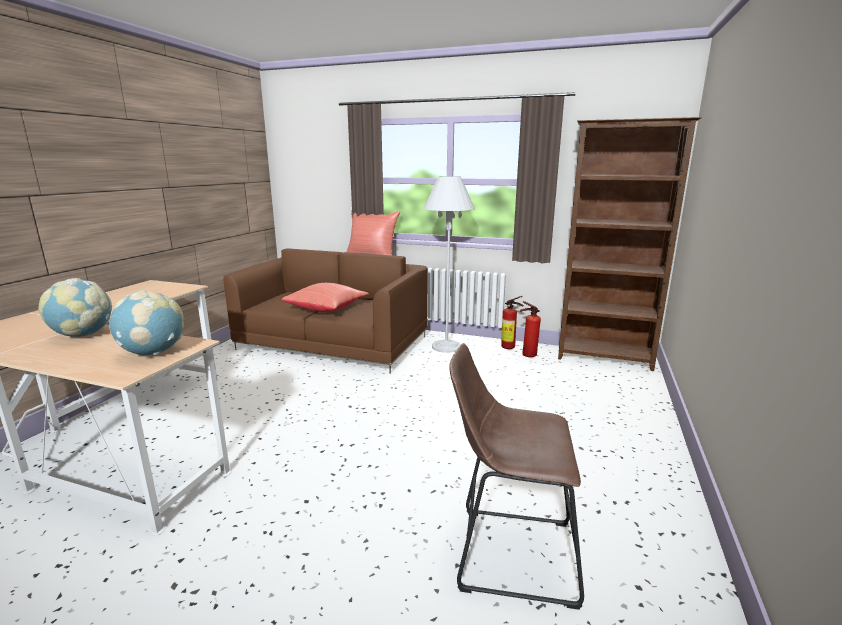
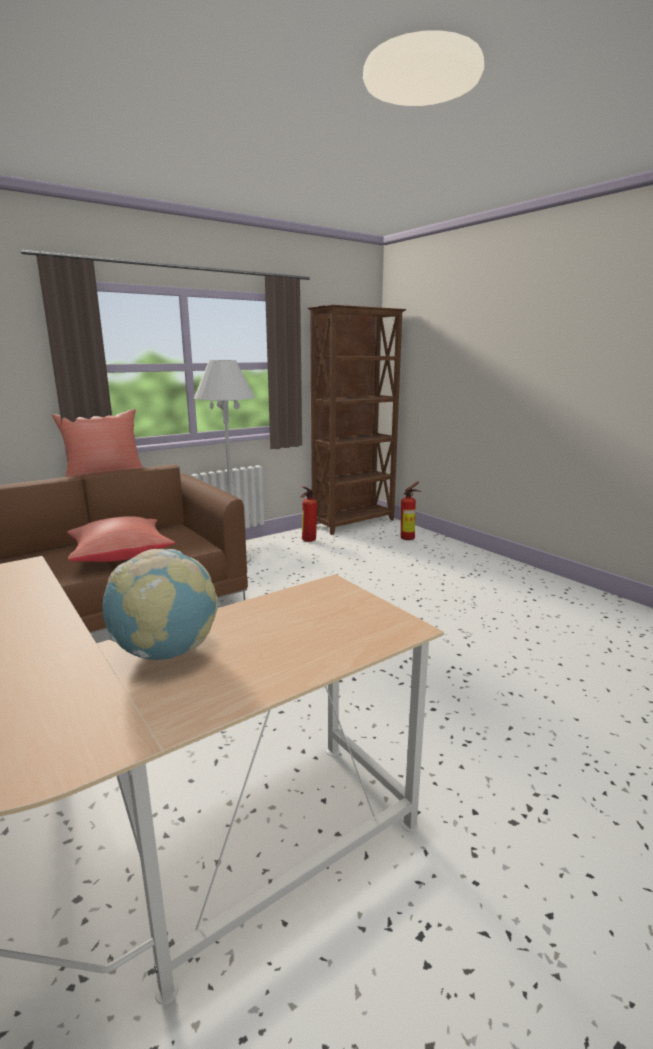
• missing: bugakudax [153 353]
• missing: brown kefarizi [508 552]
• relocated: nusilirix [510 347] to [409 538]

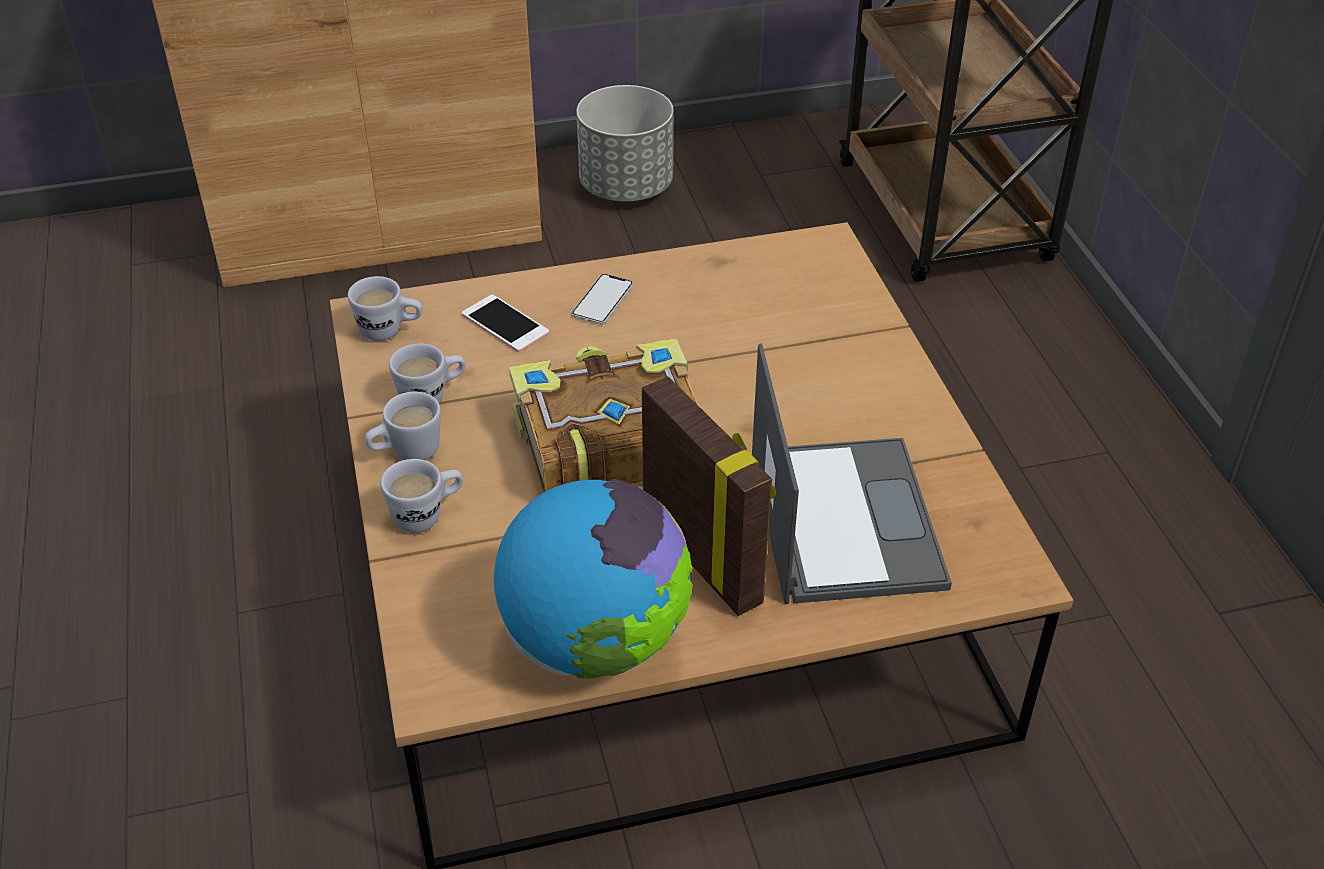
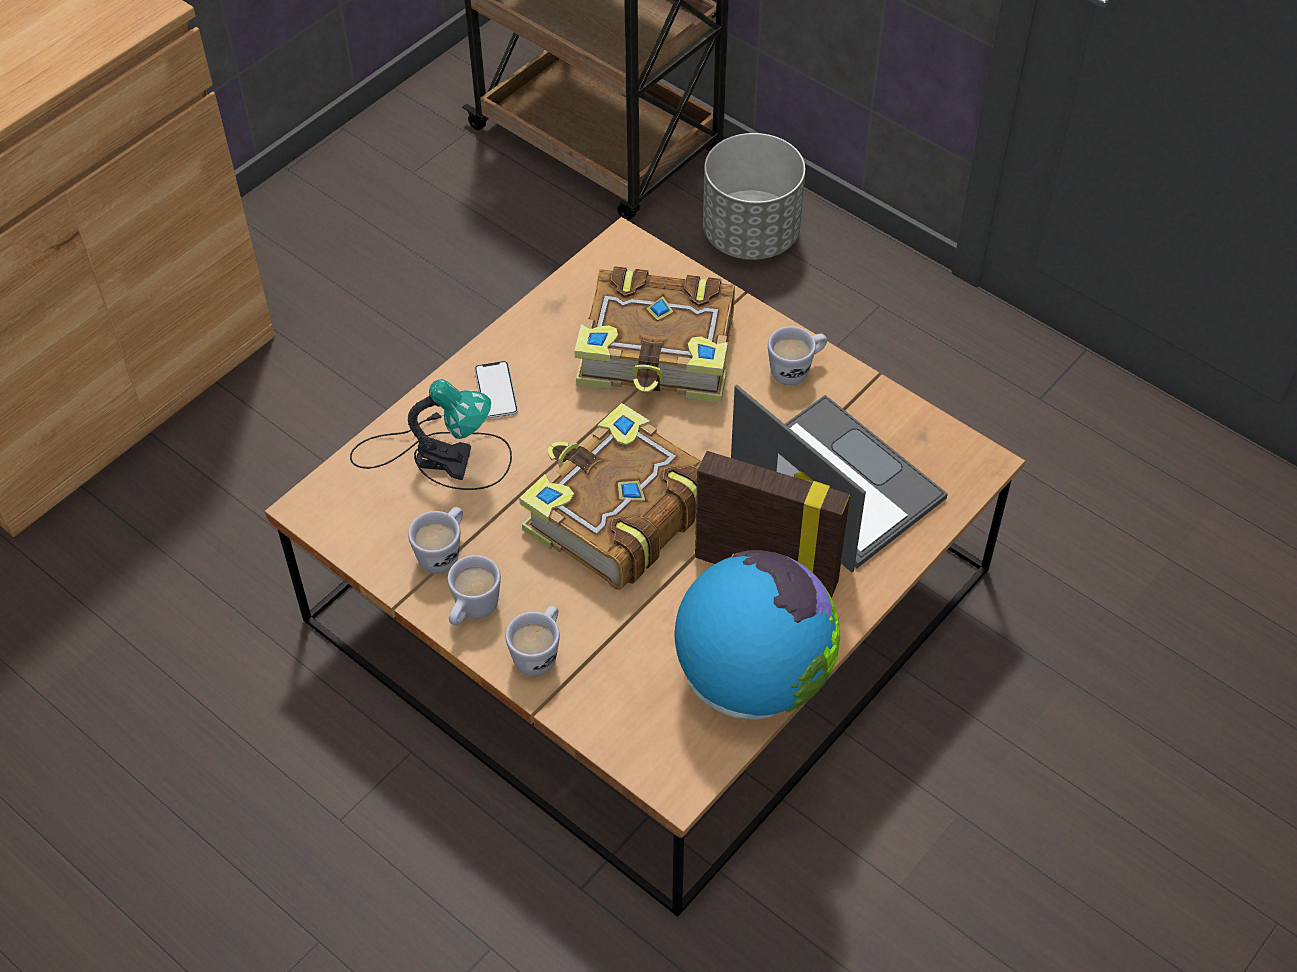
• appeared: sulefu [659 354]
• relocated: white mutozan [390 331] to [796 370]
• relocated: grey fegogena [627 187] to [751 235]
• exchanged: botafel [505 324] to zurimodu [438 455]

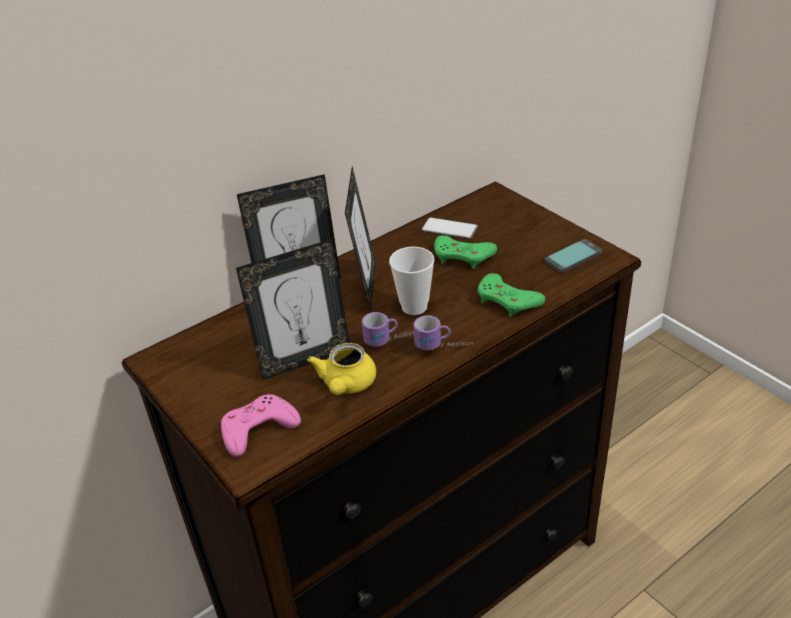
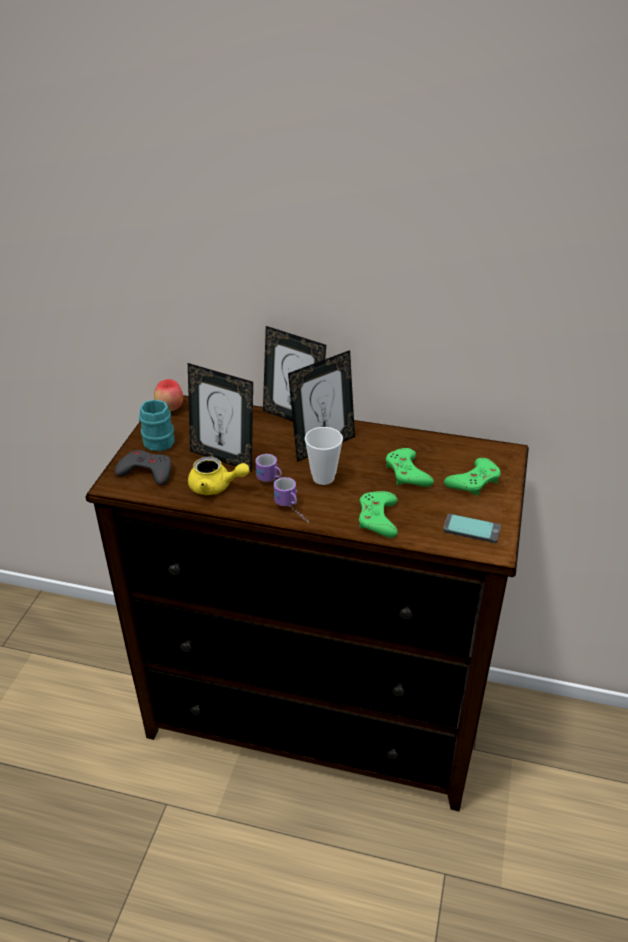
• missing: botafel [449 228]
• appeared: turquoise mutozan [157 439]
• appeared: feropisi [170 409]
• appeared: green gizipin [474 481]
• colour: pink gizipin [258 429] to grey gizipin [146 472]
• spun: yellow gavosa [346 385] = [216 487] 135 degrees counterclockwise

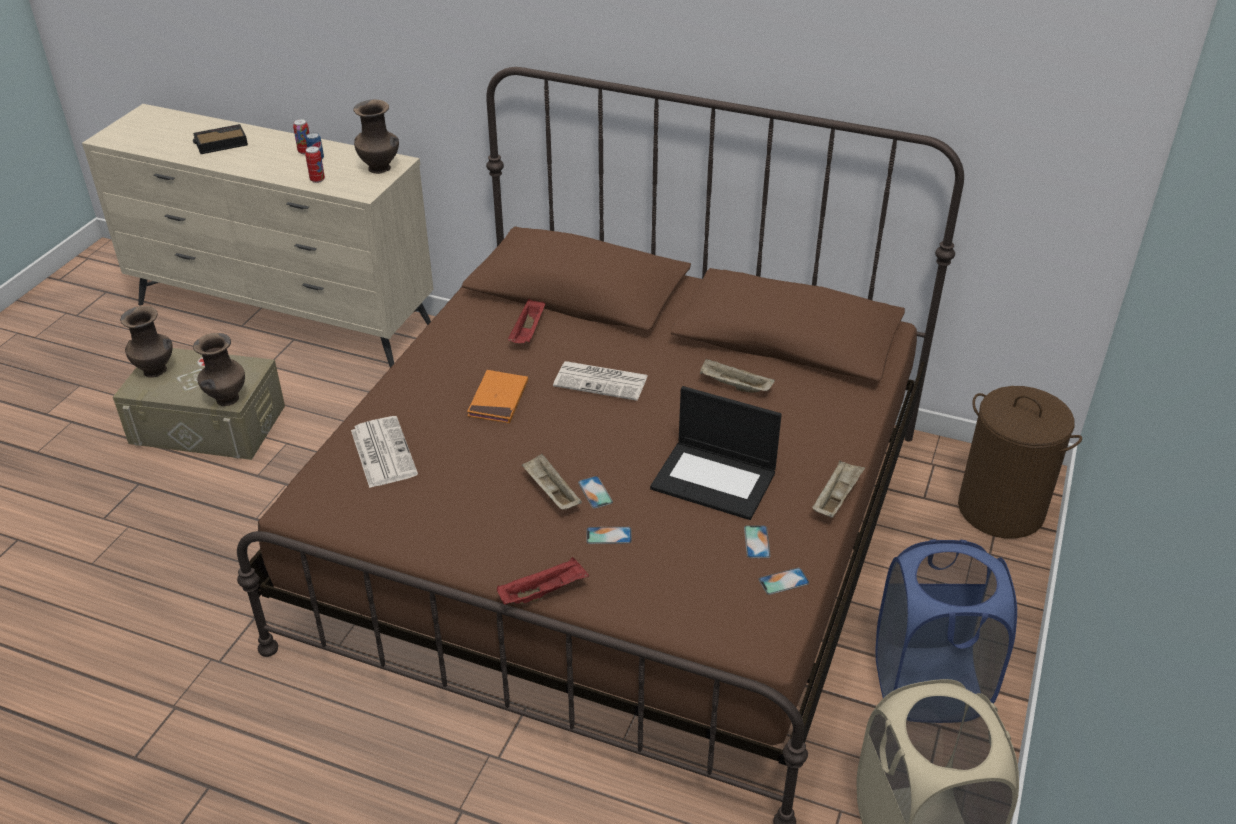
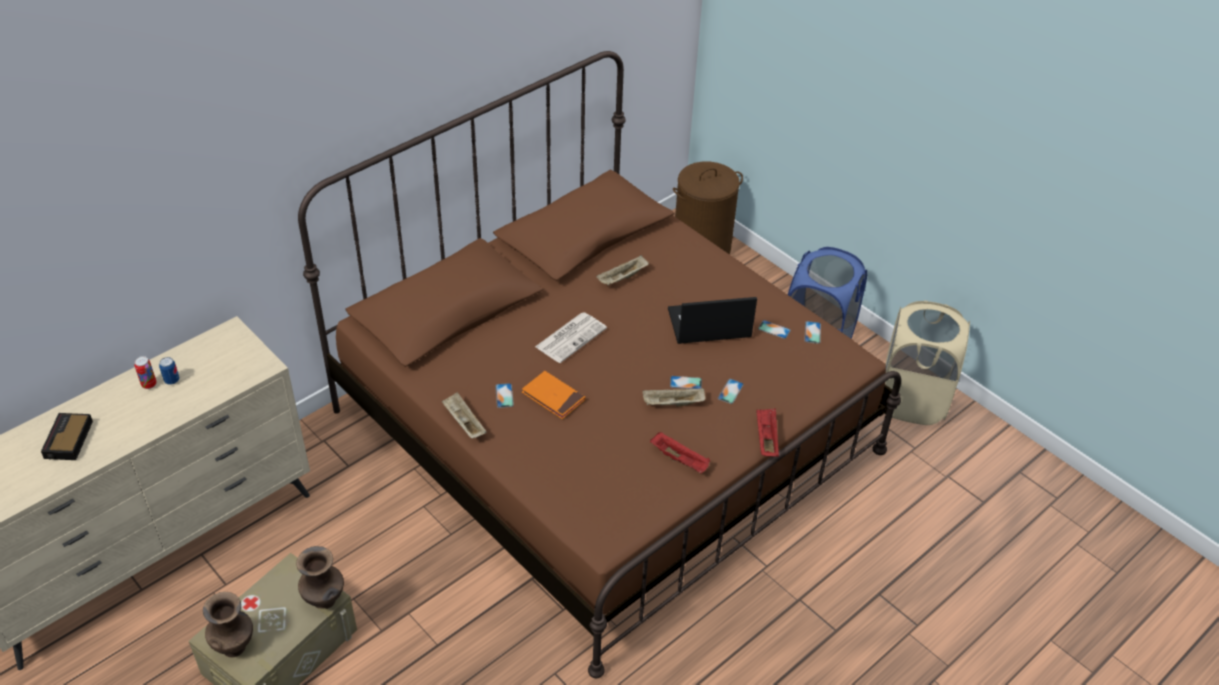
• missing: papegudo [317 180]
• missing: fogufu [382 452]
• missing: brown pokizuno [380 168]
• appeared: botafel [504 395]
• relocated: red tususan [528 332] to [680 460]
• relocated: beige tususan [836 498] to [463 423]
• spun: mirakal [715 480] = [708 324] 150 degrees counterclockwise

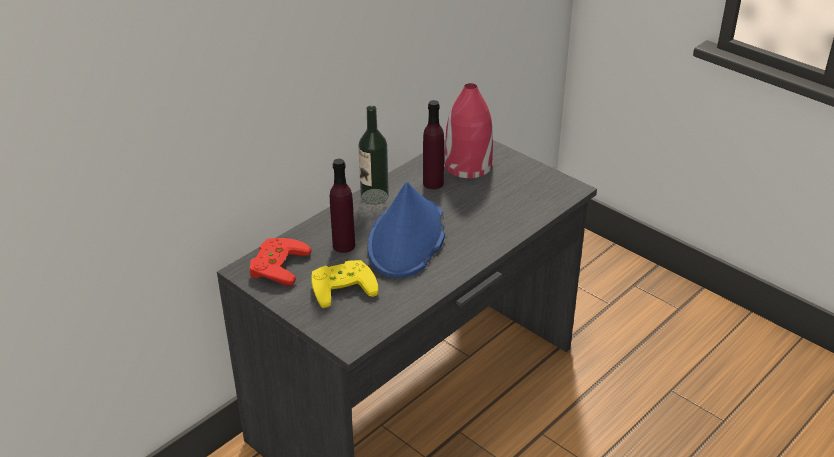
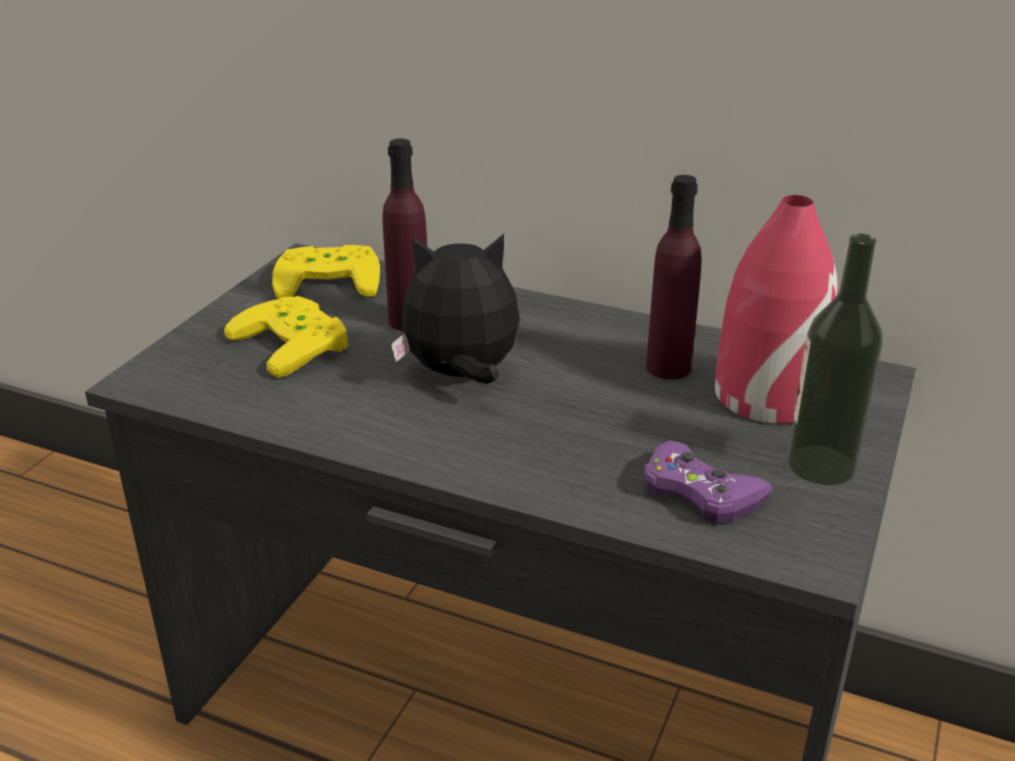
• appeared: purple gizipin [700 492]
• relocated: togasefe [374 196] to [821 465]
• exchanged: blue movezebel [407 239] to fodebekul [461 375]
• colour: red gizipin [275 264] to yellow gizipin [329 278]

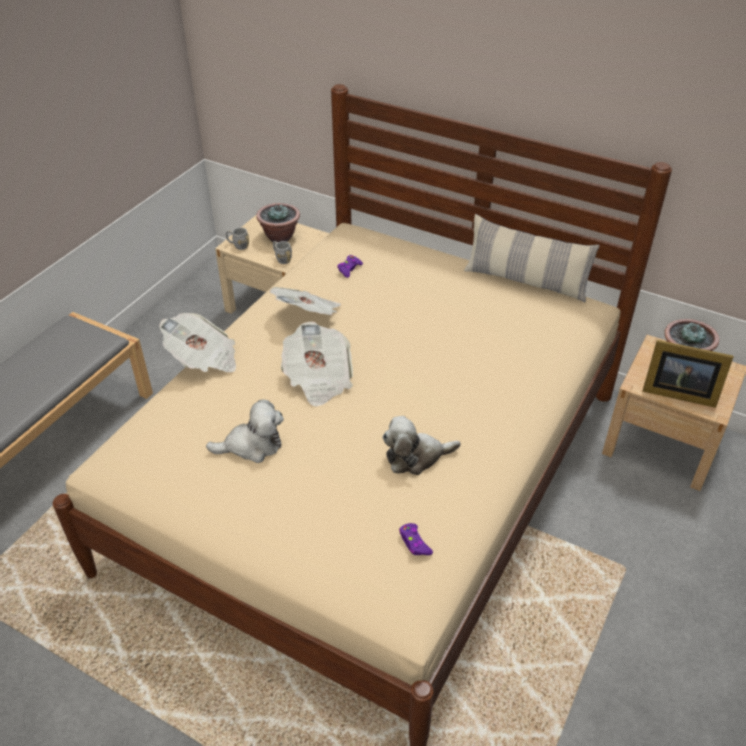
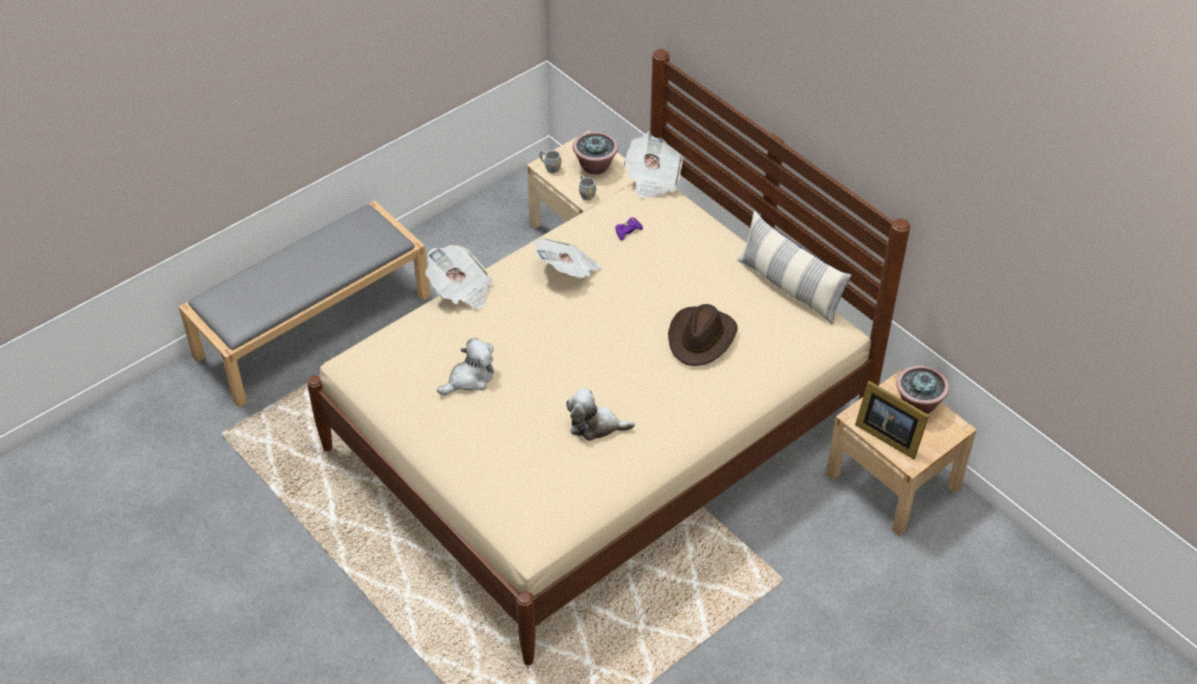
• missing: purple gizipin [414 543]
• appeared: brown movezebel [701 338]
• relocated: fogufu [318 379] to [652 178]
• spun: fodebekul [252 445] = [470 379] 45 degrees counterclockwise

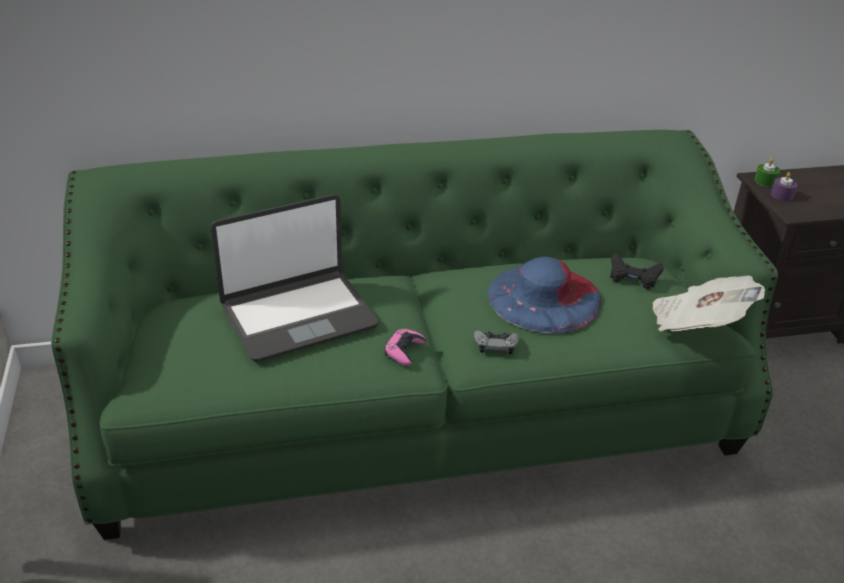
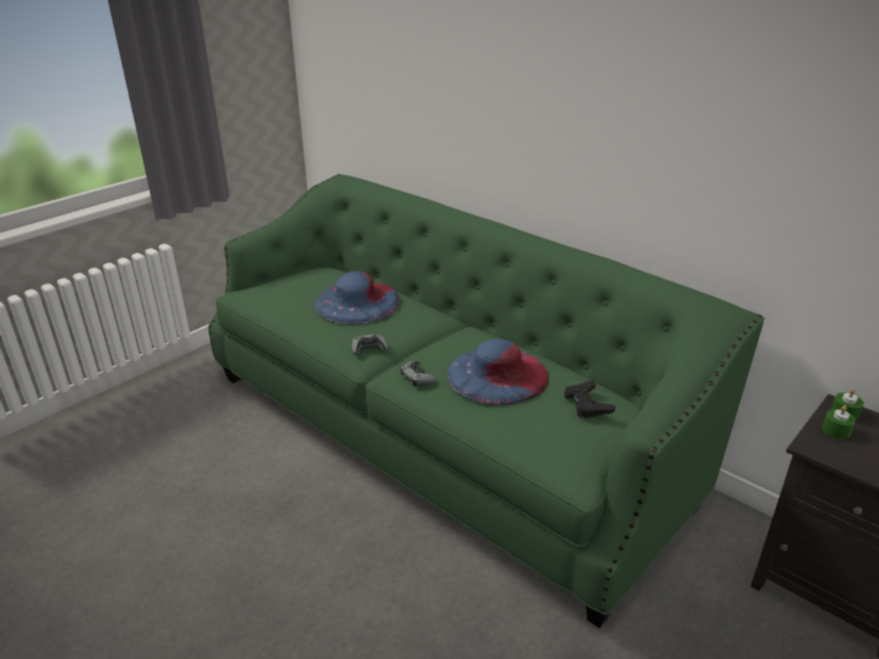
• missing: fogufu [697 324]
• exchanged: mirakal [298 316] to blue movezebel [357 302]
• colour: pink gizipin [404 350] to grey gizipin [369 348]
• colour: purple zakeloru [782 195] to green zakeloru [836 430]

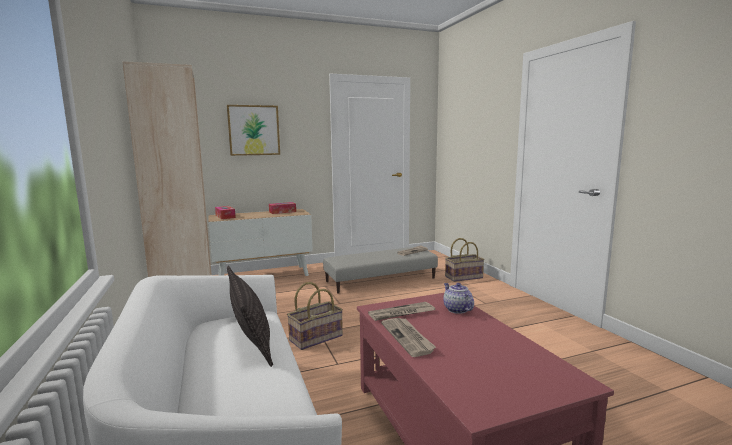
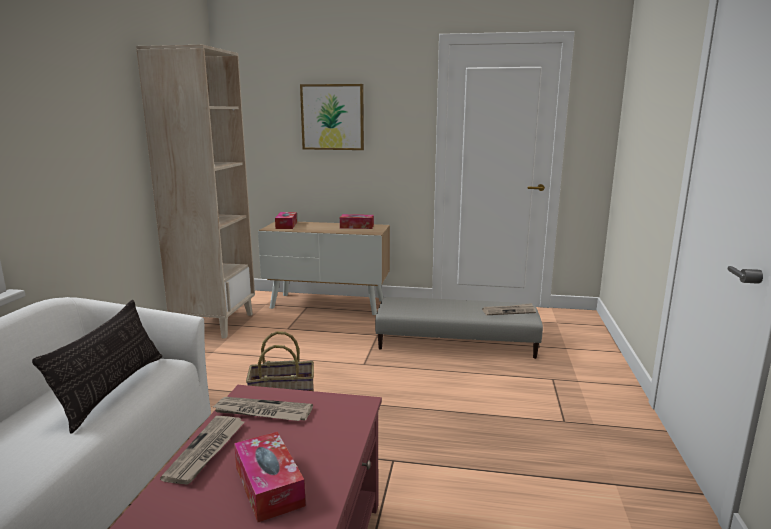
• missing: gavosa [456 309]
• missing: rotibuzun [463 277]
• appeared: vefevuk [269 486]

